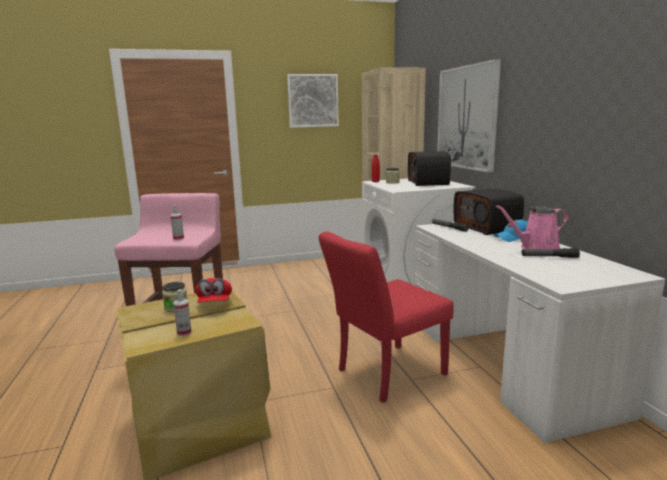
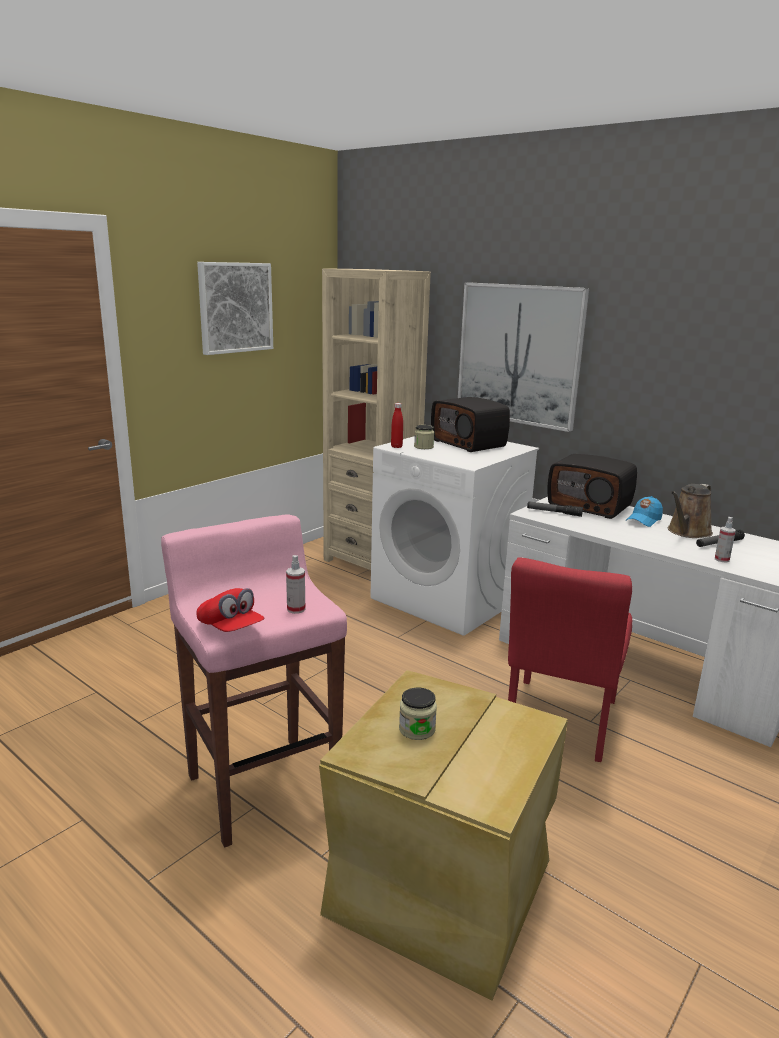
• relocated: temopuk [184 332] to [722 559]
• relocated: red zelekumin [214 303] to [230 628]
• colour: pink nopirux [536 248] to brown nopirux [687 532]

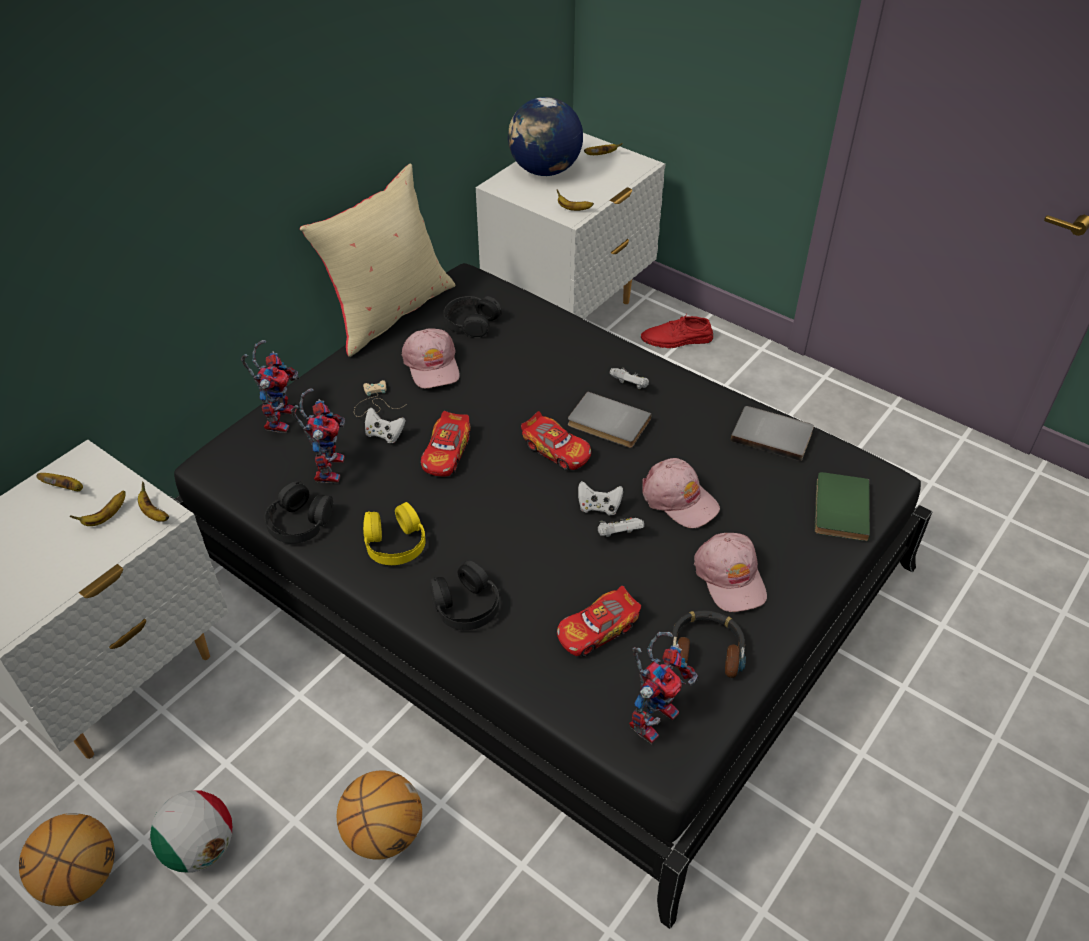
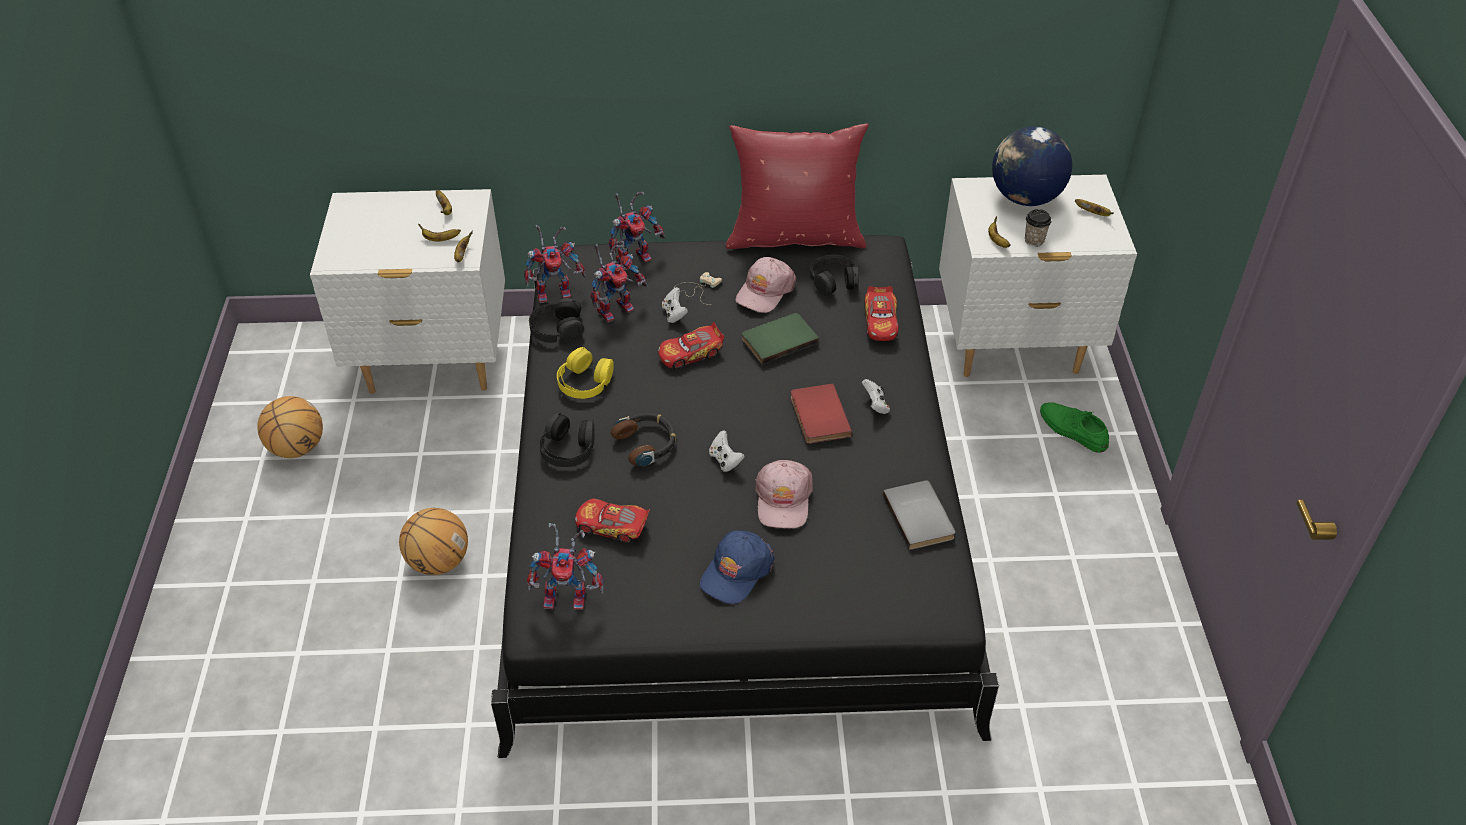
• missing: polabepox [200 848]
• missing: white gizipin [618 535]
• appeared: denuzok [556 291]
• appeared: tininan [1034 240]
• relocated: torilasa [557 450] to [880 322]
• relocated: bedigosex [707 648] to [646 443]
• relocated: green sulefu [838 508] to [778 339]
• colour: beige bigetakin [389 312] to red bigetakin [795 236]
• colour: grey sulefu [607 424] to red sulefu [817 416]
• colour: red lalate [676 339] to green lalate [1072 430]
• colour: pink zelekumin [730 577] to blue zelekumin [736 571]

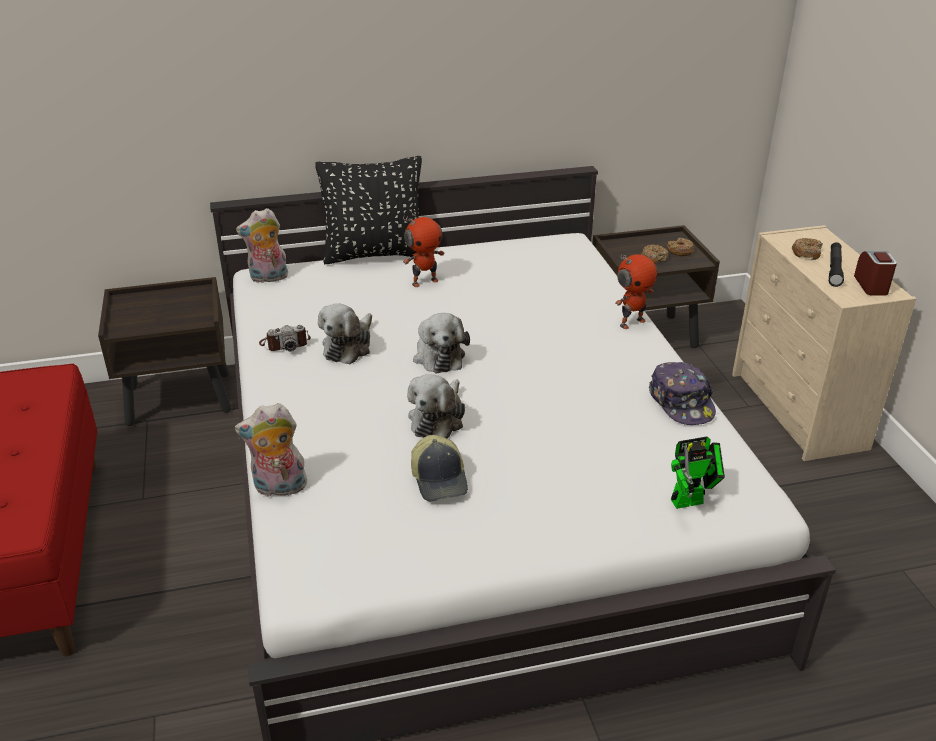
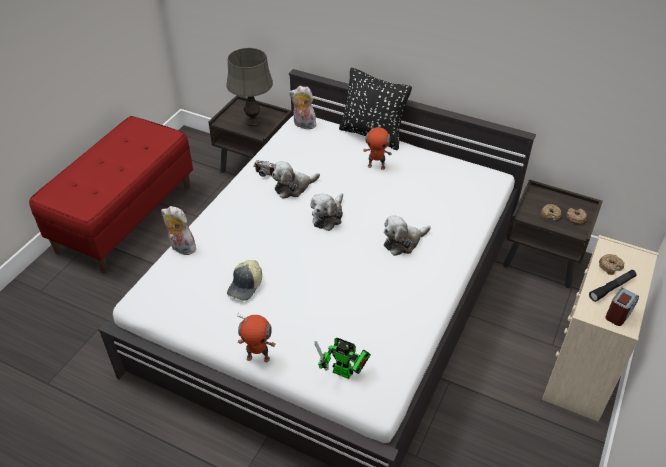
• missing: zelekumin [681 403]
• appeared: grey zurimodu [253 122]
• relocated: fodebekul [438 419] to [403 242]
• relocated: denuzok [631 322] to [258 357]

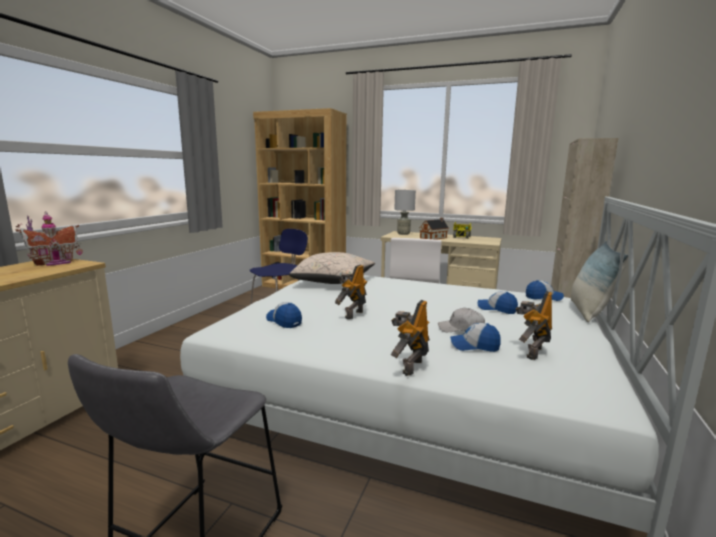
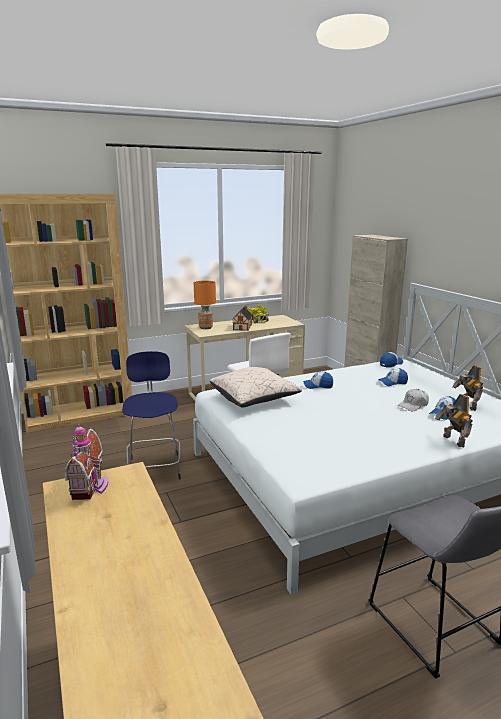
• missing: denuzok [352 314]
• missing: bigetakin [589 312]
• relocated: zelekumin [284 321] to [318 386]
• colour: grey zurimodu [403 234] to orange zurimodu [206 328]

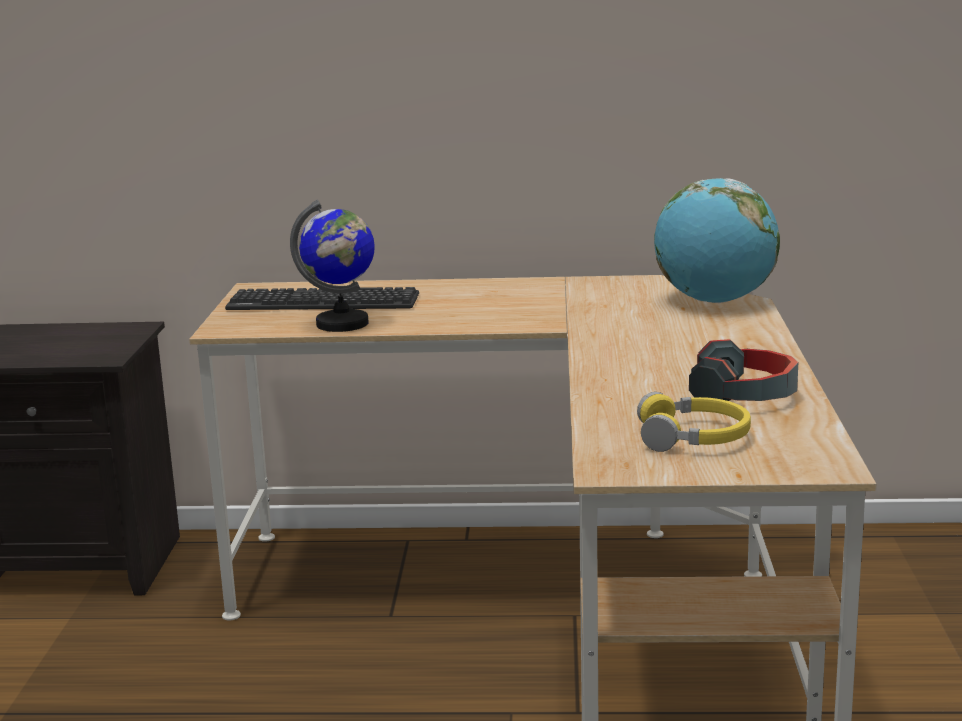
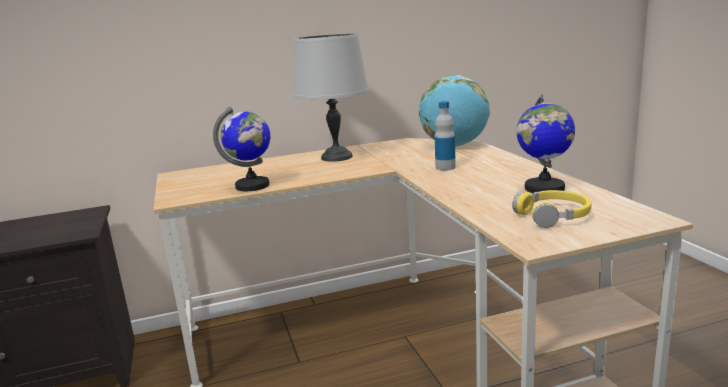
• missing: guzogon [323 302]
• appeared: grey zurimodu [336 157]
• appeared: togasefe [445 167]
• exchanged: bedigosex [744 396] to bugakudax [544 188]

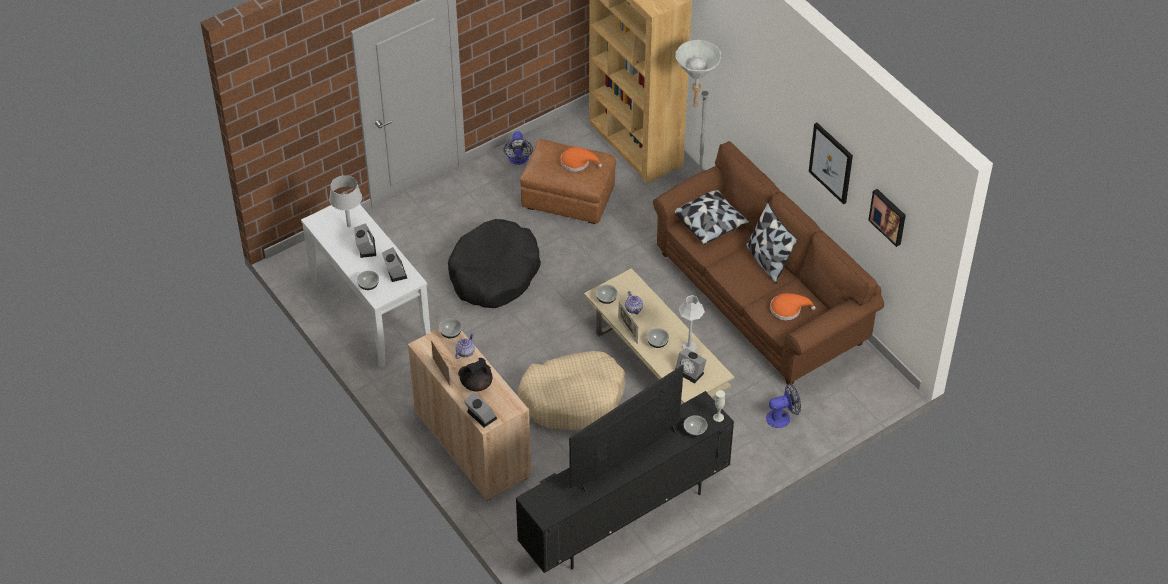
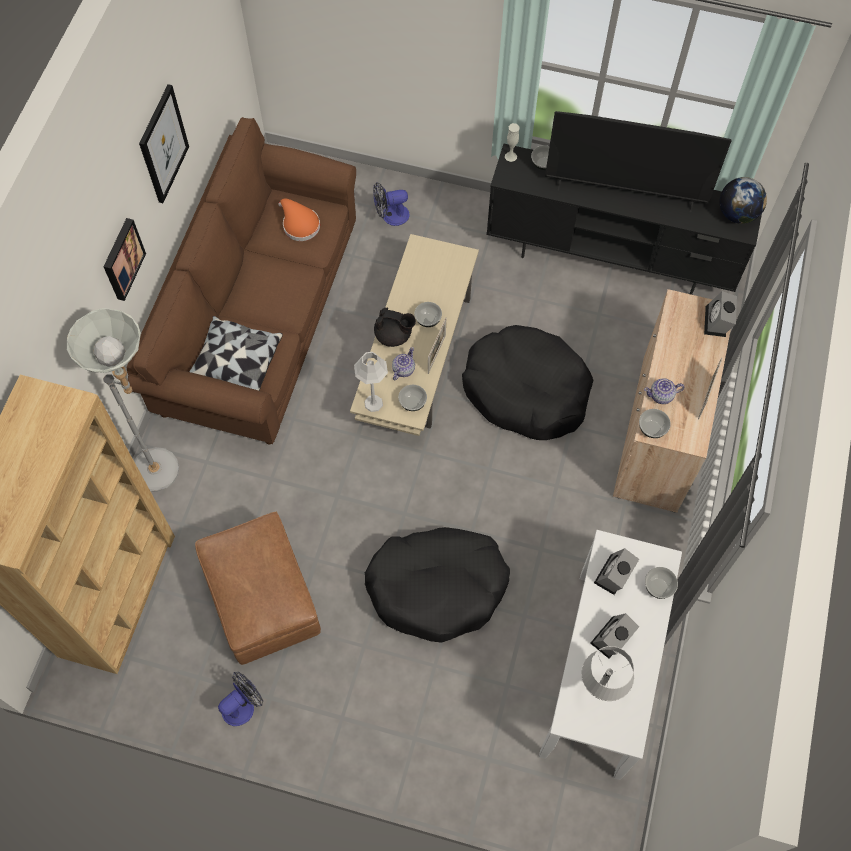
• missing: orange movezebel [577 162]
• missing: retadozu [690 372]
• missing: bigetakin [767 261]
• appeared: bugakudax [737 214]
• relocated: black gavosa [475 384] to [394 335]
• relocated: grey zurimodu [689 346] to [373 403]
• relocated: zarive [888 216] to [122 259]
• colour: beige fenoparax [572 398] to black fenoparax [526 390]
• spun: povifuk [782 417] = [390 216] 45 degrees counterclockwise

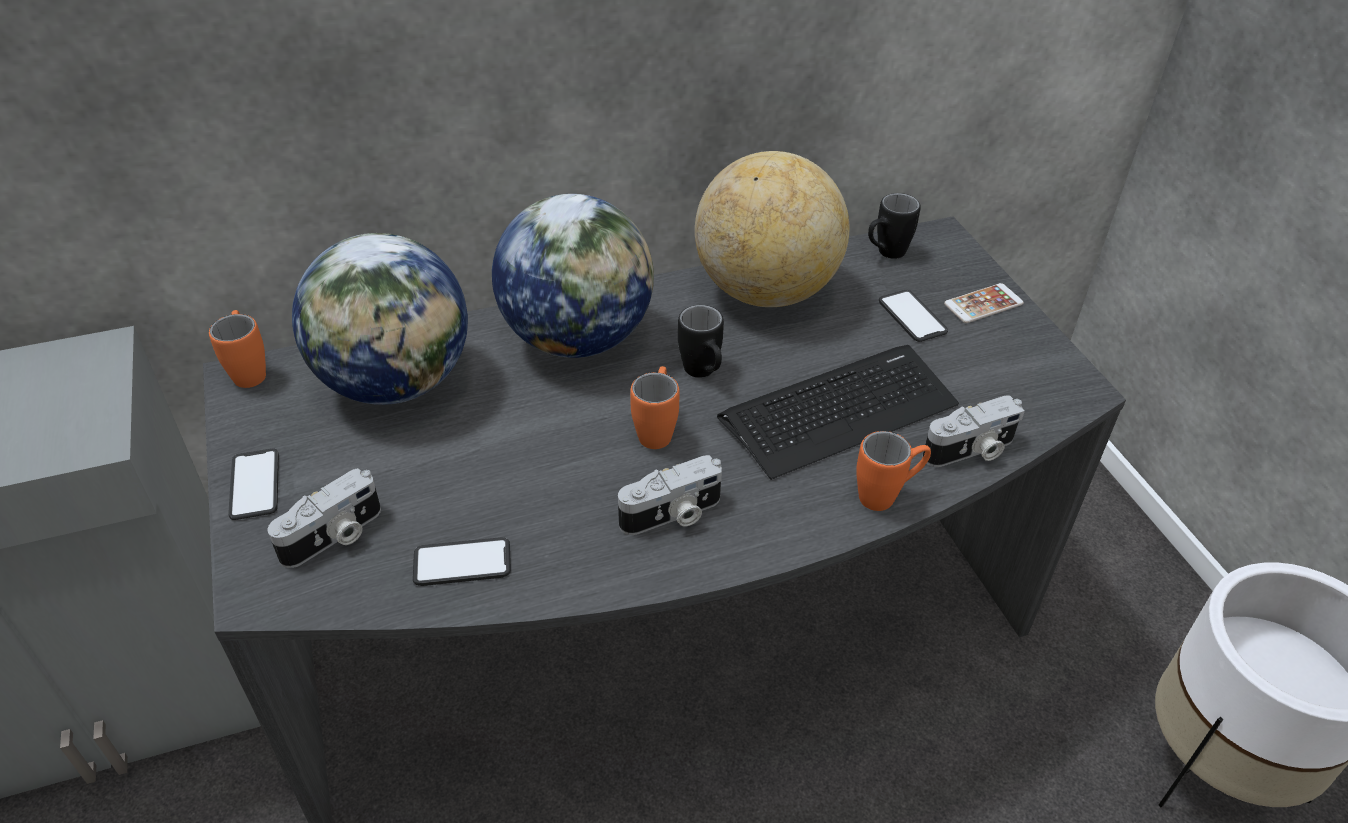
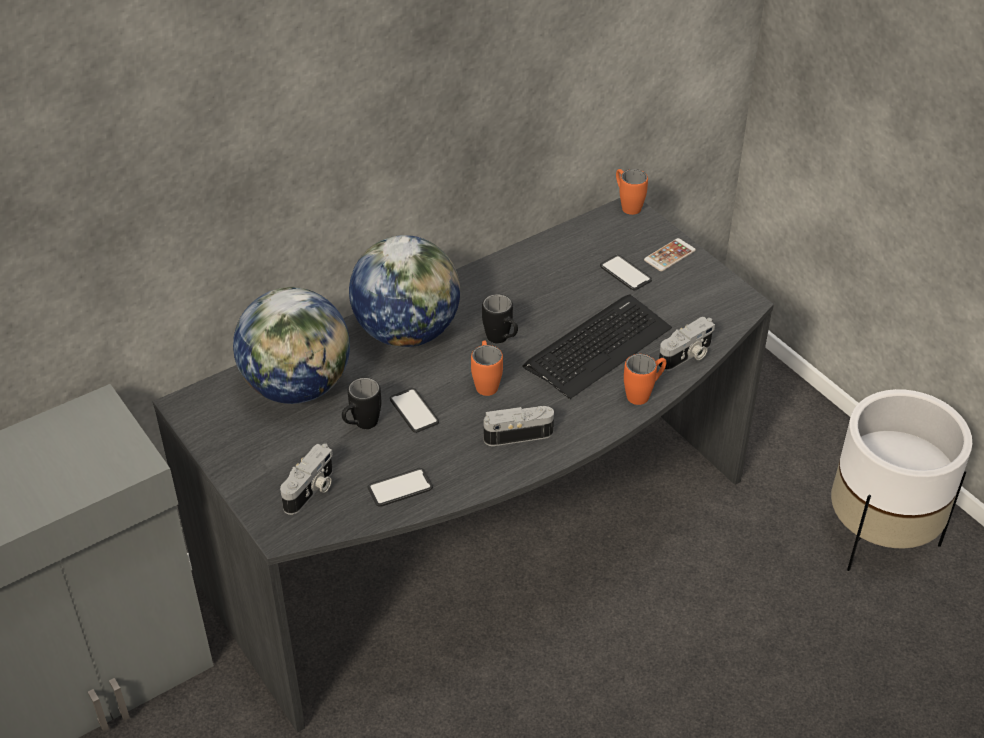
• missing: bugakudax [766 292]
• relocated: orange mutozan [249 370] to [627 205]
• relocated: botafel [254 485] to [414 411]
• relocated: black mutozan [885 254] to [361 426]
• spun: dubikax [672 515] = [517 433] 150 degrees counterclockwise

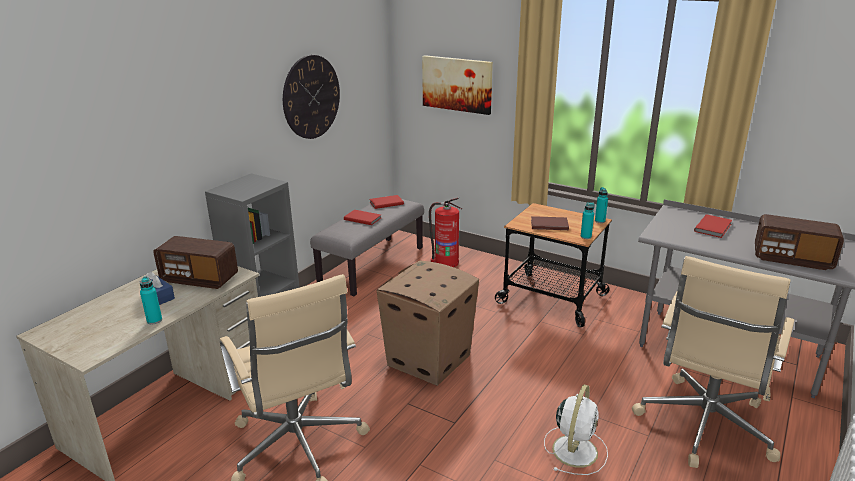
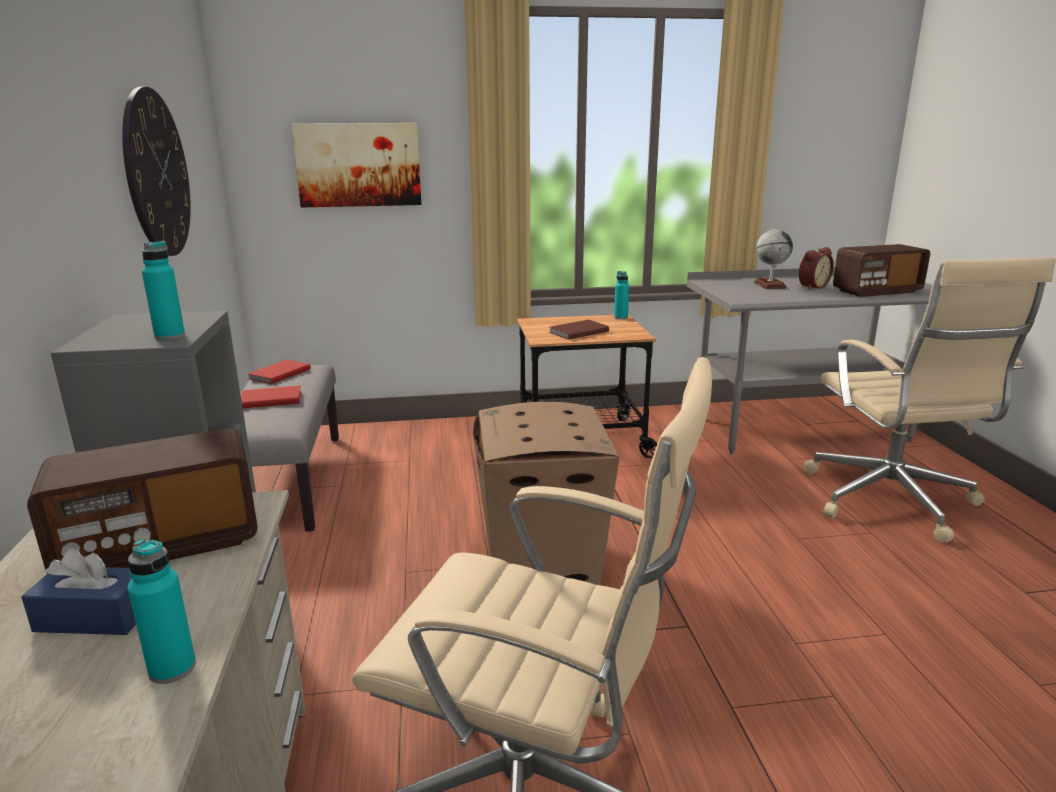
• missing: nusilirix [445 262]
• missing: white povifuk [575 449]
• appeared: retadozu [811 287]
• relocated: turquoise togasefe [586 236] to [170 336]
• exchanged: red sulefu [714 227] to bugakudax [769 285]

